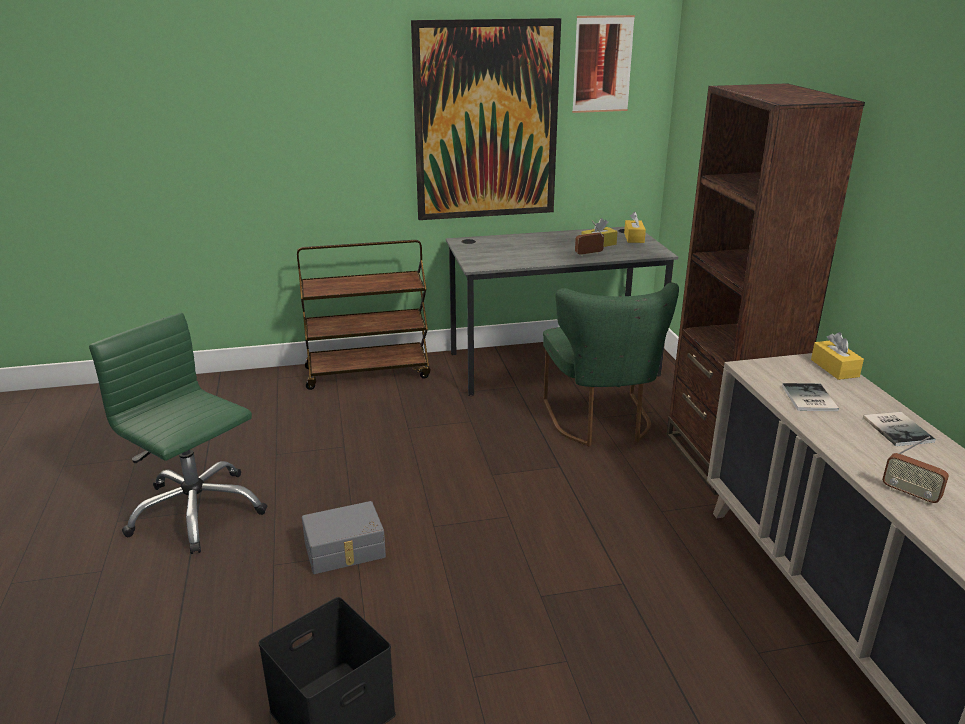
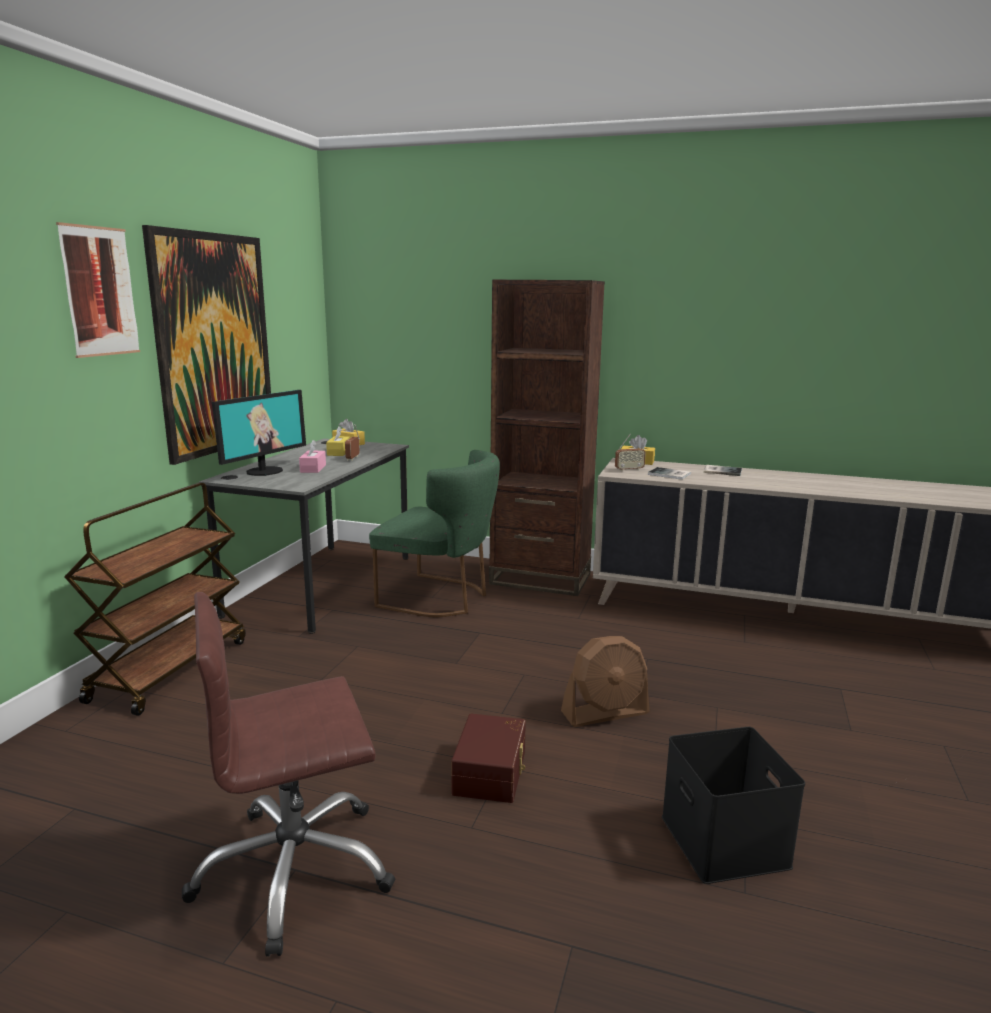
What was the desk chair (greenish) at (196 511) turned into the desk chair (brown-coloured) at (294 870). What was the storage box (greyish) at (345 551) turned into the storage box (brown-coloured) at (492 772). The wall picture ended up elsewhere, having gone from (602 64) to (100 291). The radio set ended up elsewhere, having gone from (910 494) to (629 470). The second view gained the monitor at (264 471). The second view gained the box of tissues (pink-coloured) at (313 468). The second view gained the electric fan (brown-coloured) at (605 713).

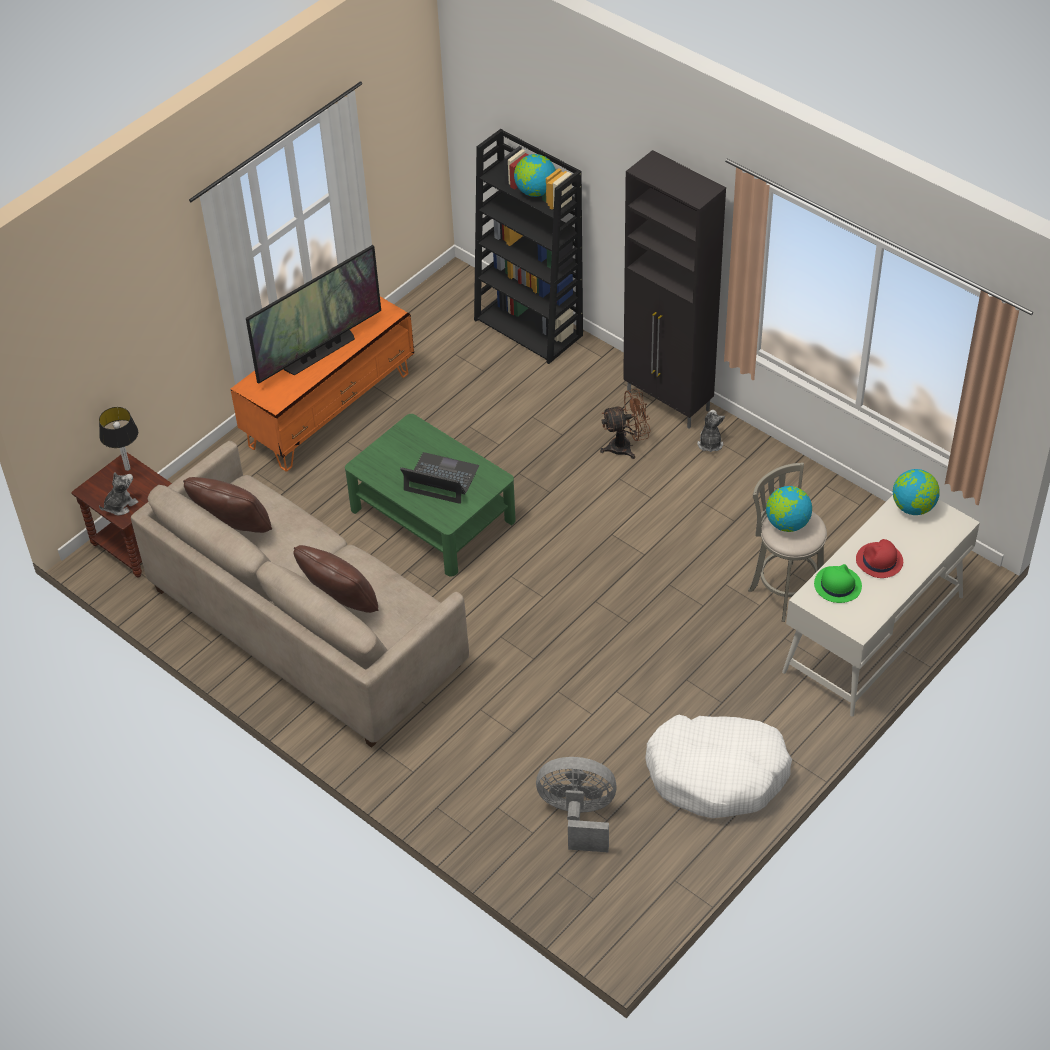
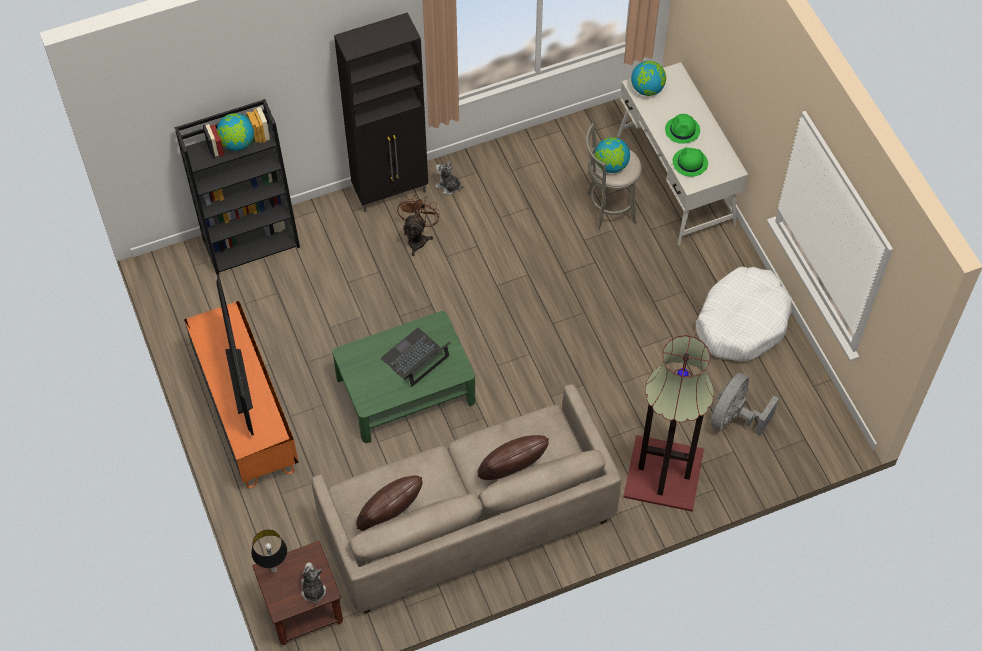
What was the clothing hat (reddish) at (879 561) turned into the clothing hat (greenish) at (682 130). The second view gained the standing lamp at (665 473).

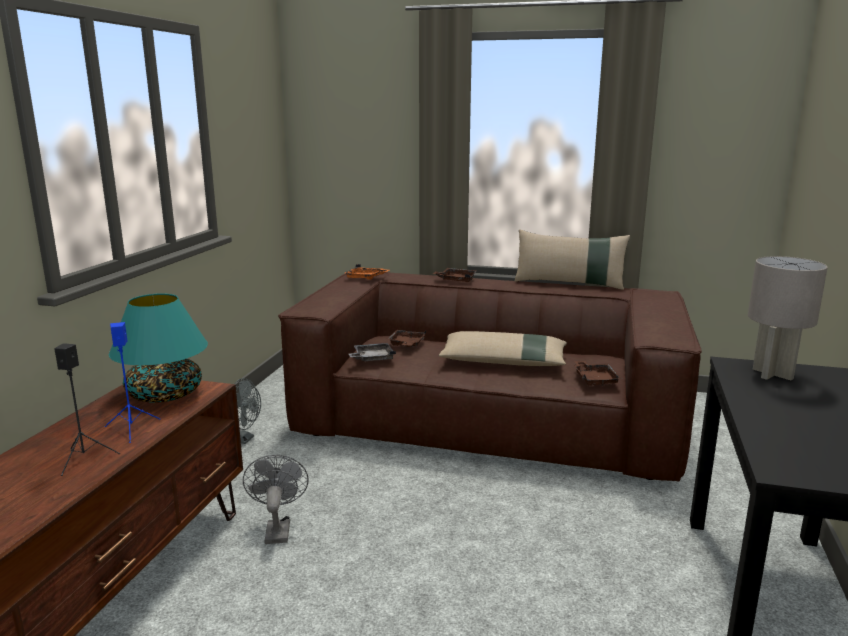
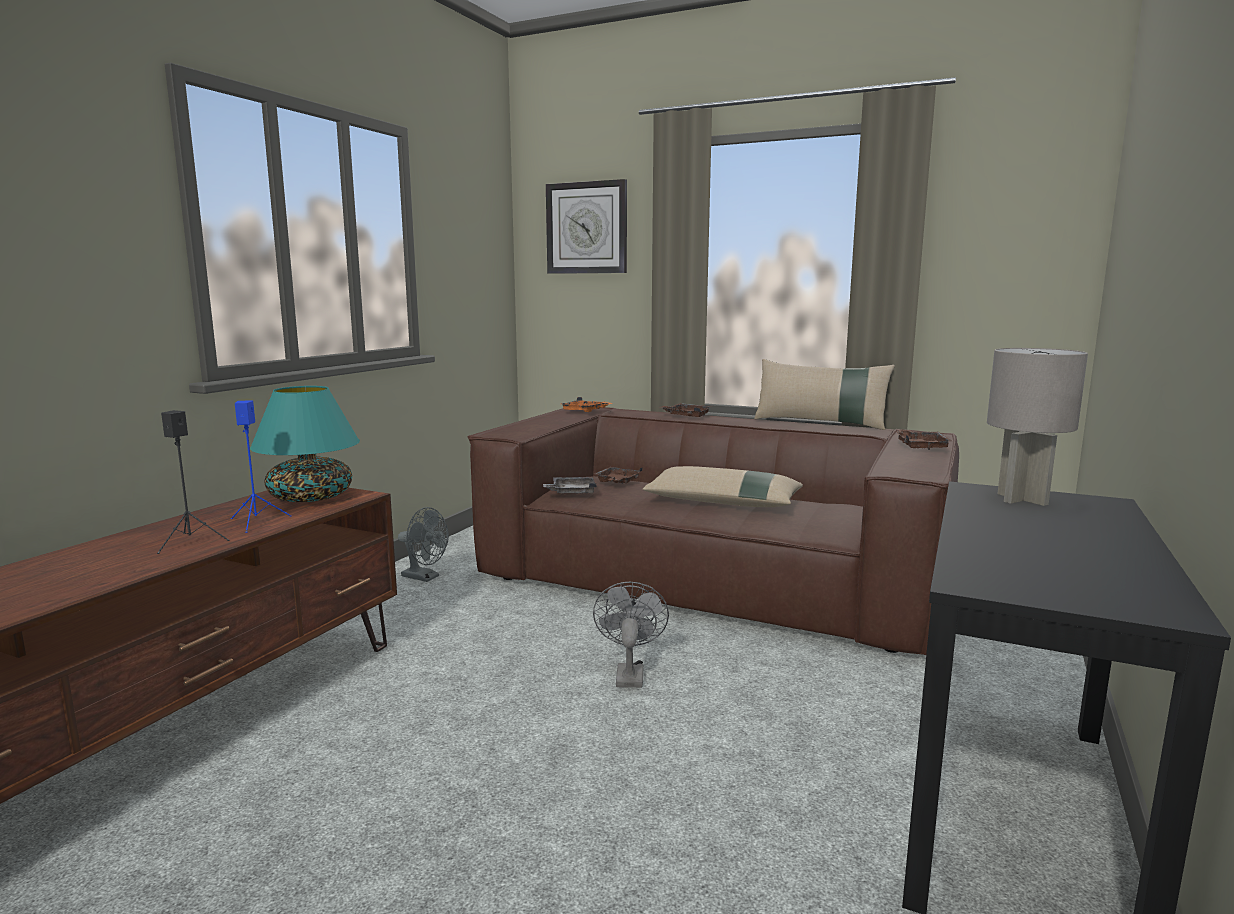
The electric fan (greyish) ended up elsewhere, having gone from (277 529) to (629 673). The tray (brown-coloured) ended up elsewhere, having gone from (595 379) to (921 446). The second view gained the wall clock at (587 228).

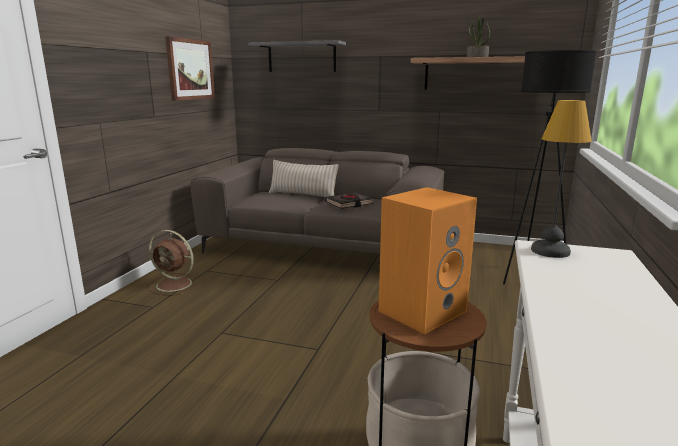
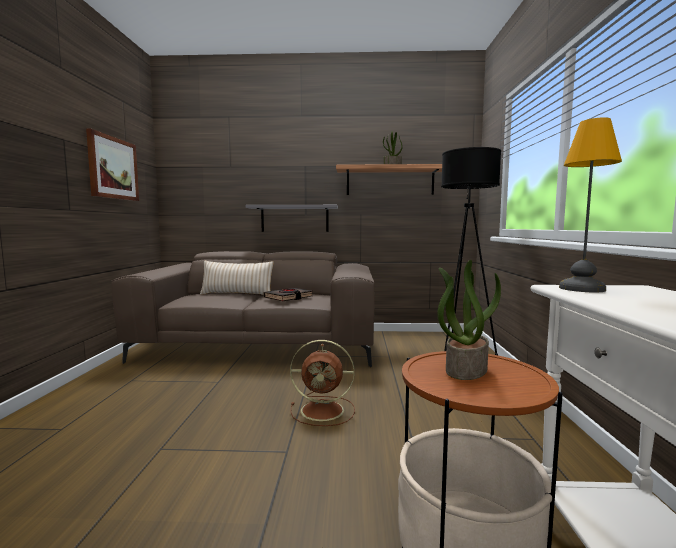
The electric fan (brown-coloured) ended up elsewhere, having gone from (175 285) to (324 410). The wall shelf (greyish) ended up elsewhere, having gone from (301 57) to (294 218). Where the speaker (orange-coloured) stood at (422 310), the houseplant came to stand at (465 369).

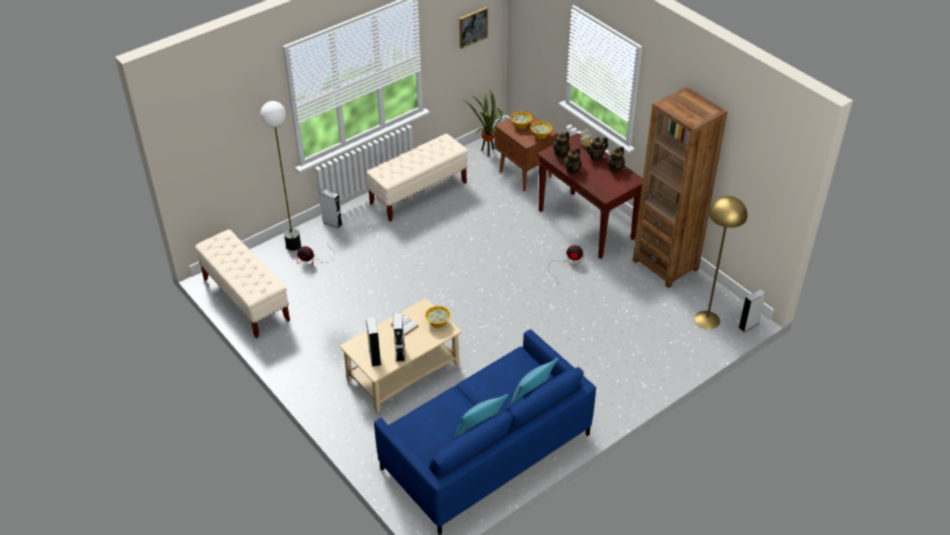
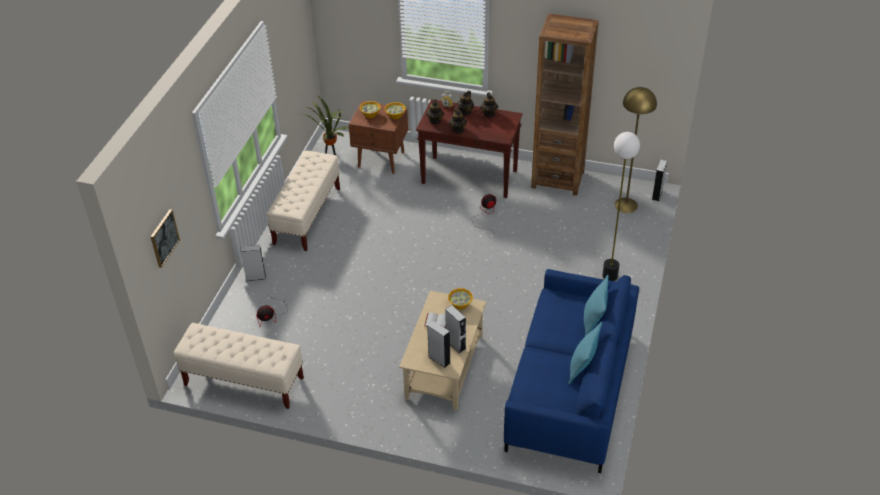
The standing lamp ended up elsewhere, having gone from (293 245) to (610 276). The wall picture ended up elsewhere, having gone from (473 27) to (164 238).

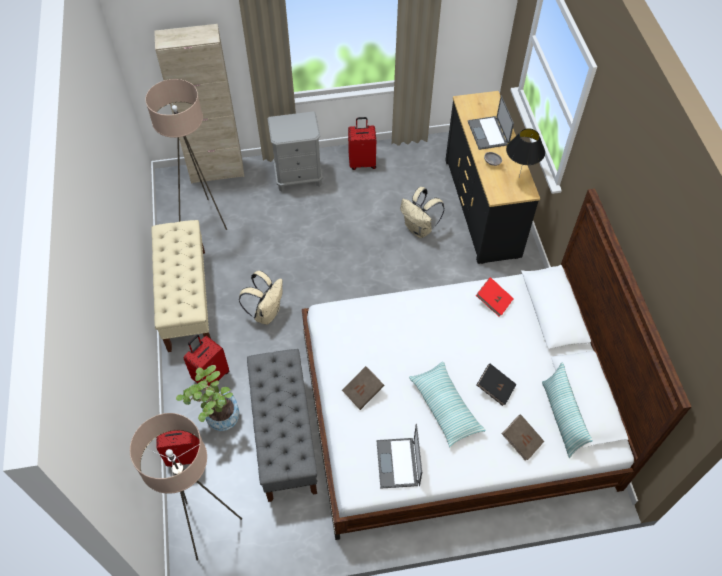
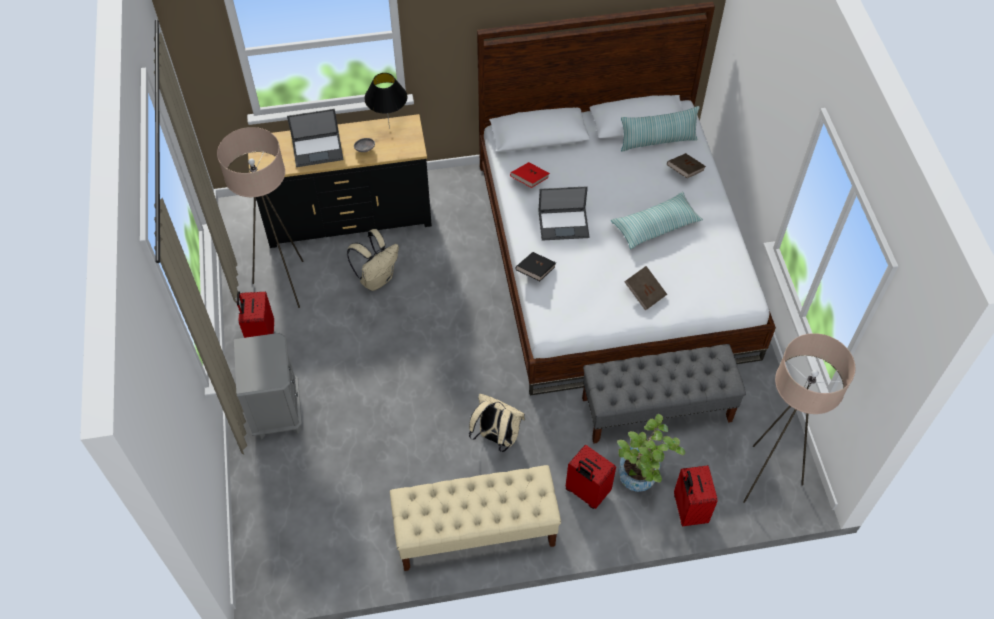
The standing lamp (sand-coloured) ended up elsewhere, having gone from (204 220) to (285 284). The second view lost the cabinet (sand-coloured) at (217 171). The laptop ended up elsewhere, having gone from (398 463) to (564 224). The bound book (black-coloured) ended up elsewhere, having gone from (495 388) to (535 271).

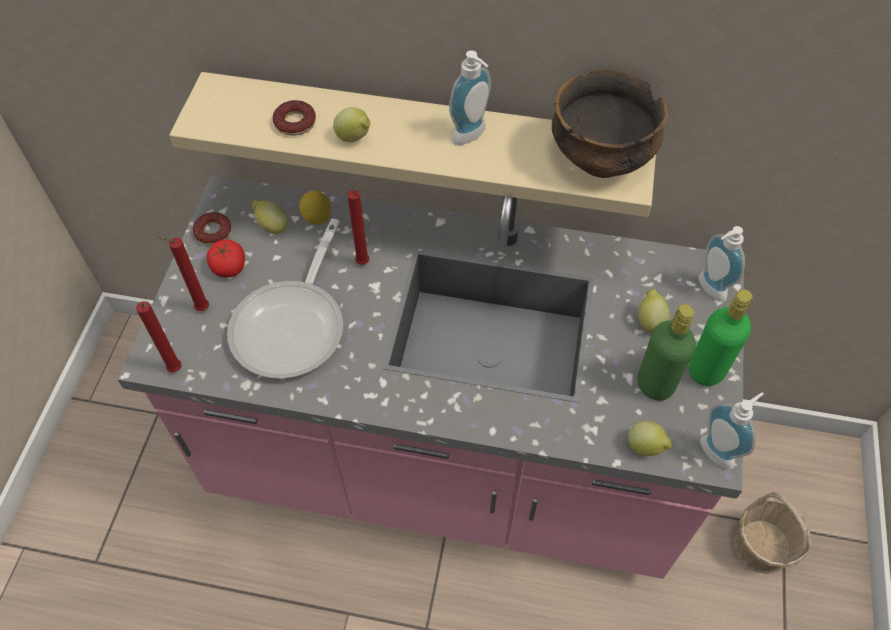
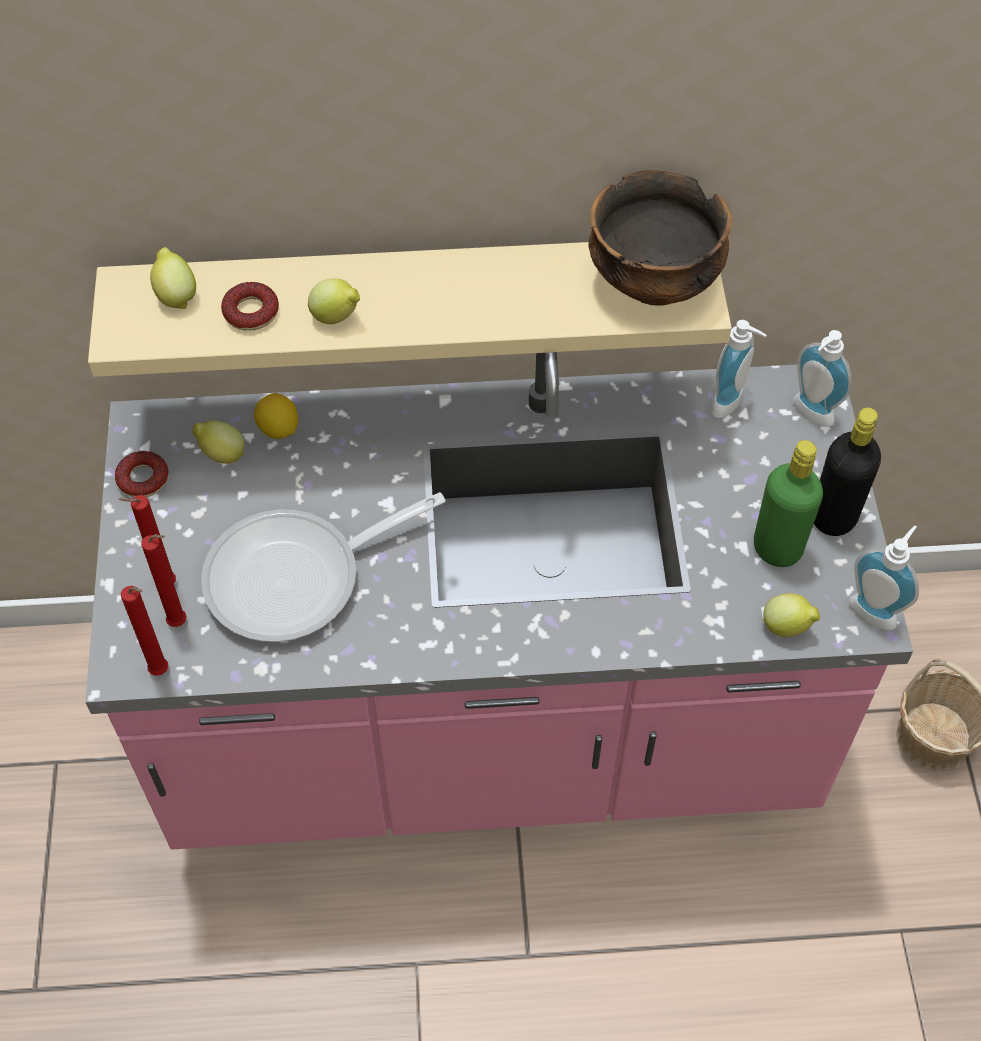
The second view lost the tomato at (229 267). The frying pan at (293 325) ended up facing another way, 60 degrees clockwise from before. The candle (reddish) ended up elsewhere, having gone from (364 263) to (181 623). The liquid soap bottle ended up elsewhere, having gone from (472 136) to (732 404). The whole lemon ended up elsewhere, having gone from (650 321) to (176 295). What was the drink bottle (greenish) at (706 371) turned into the drink bottle (black-coloured) at (833 517).

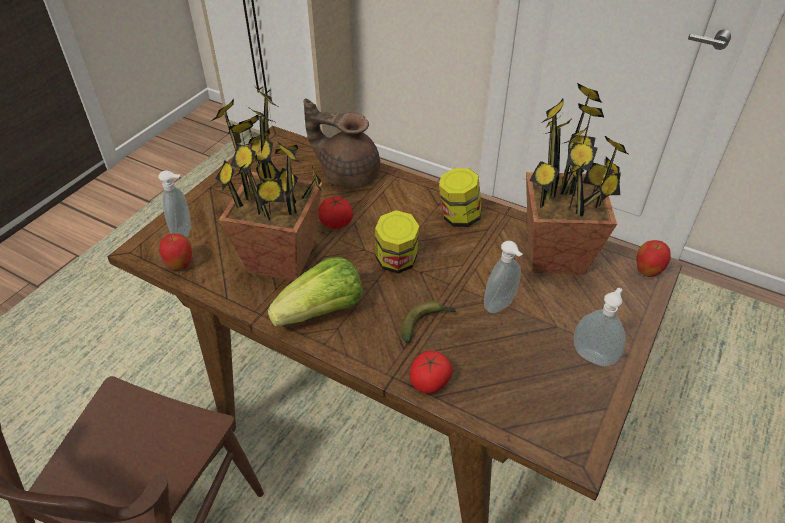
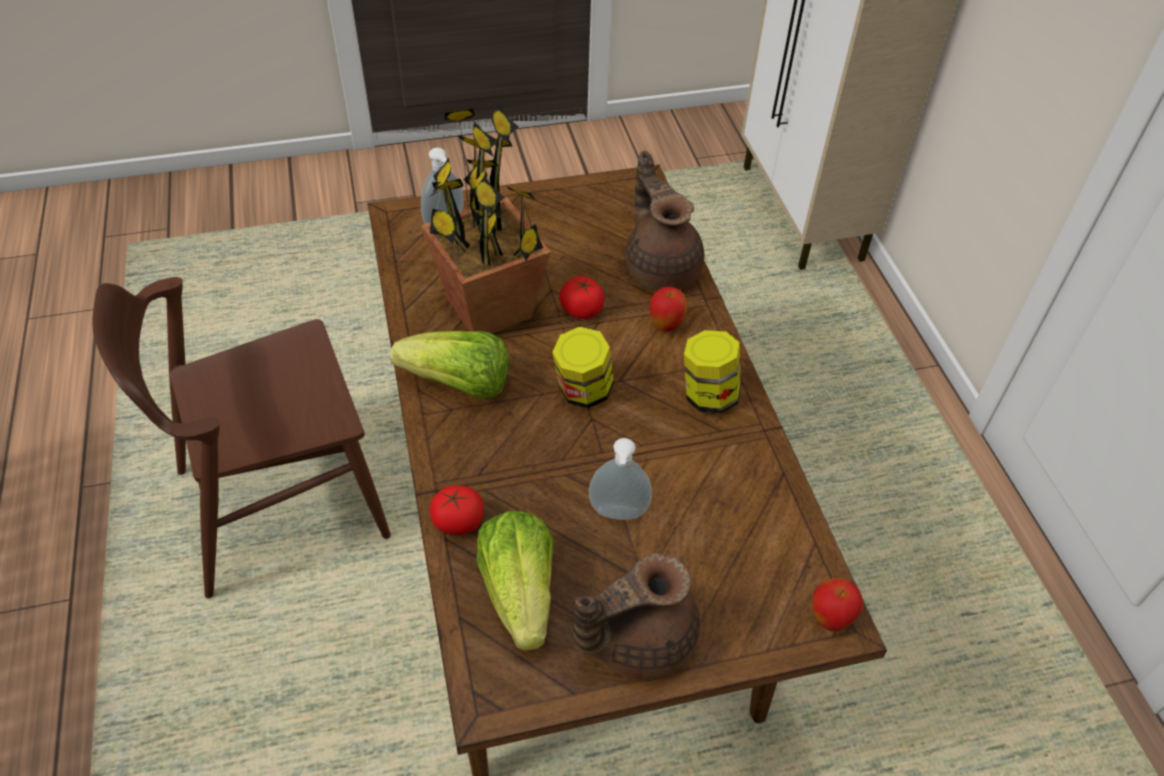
The apple ended up elsewhere, having gone from (180 265) to (666 326). The second view lost the banana fruit at (426 323). The second view lost the houseplant at (556 255). Where the liquid soap bottle stood at (594 356), the teapot (brown-coloured) came to stand at (636 640). The second view gained the head of lettuce at (519 591).

